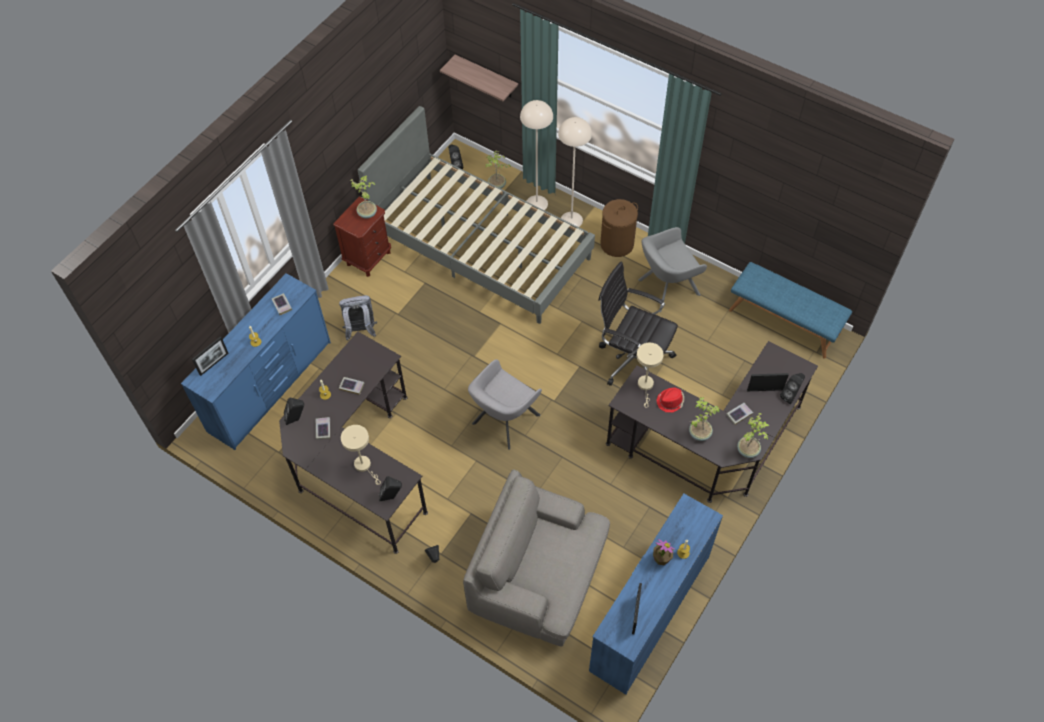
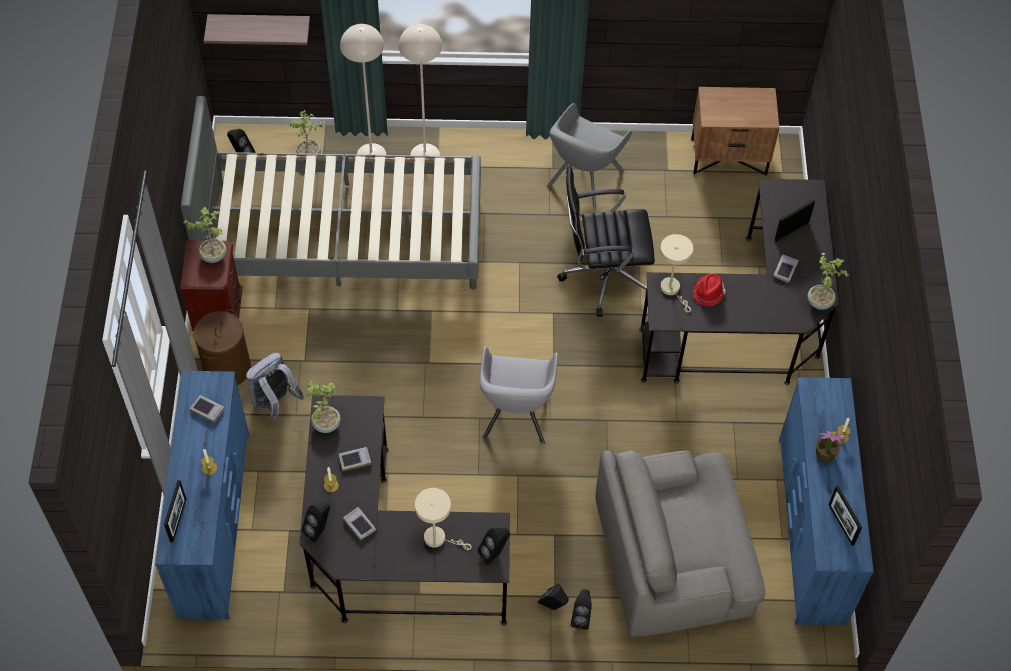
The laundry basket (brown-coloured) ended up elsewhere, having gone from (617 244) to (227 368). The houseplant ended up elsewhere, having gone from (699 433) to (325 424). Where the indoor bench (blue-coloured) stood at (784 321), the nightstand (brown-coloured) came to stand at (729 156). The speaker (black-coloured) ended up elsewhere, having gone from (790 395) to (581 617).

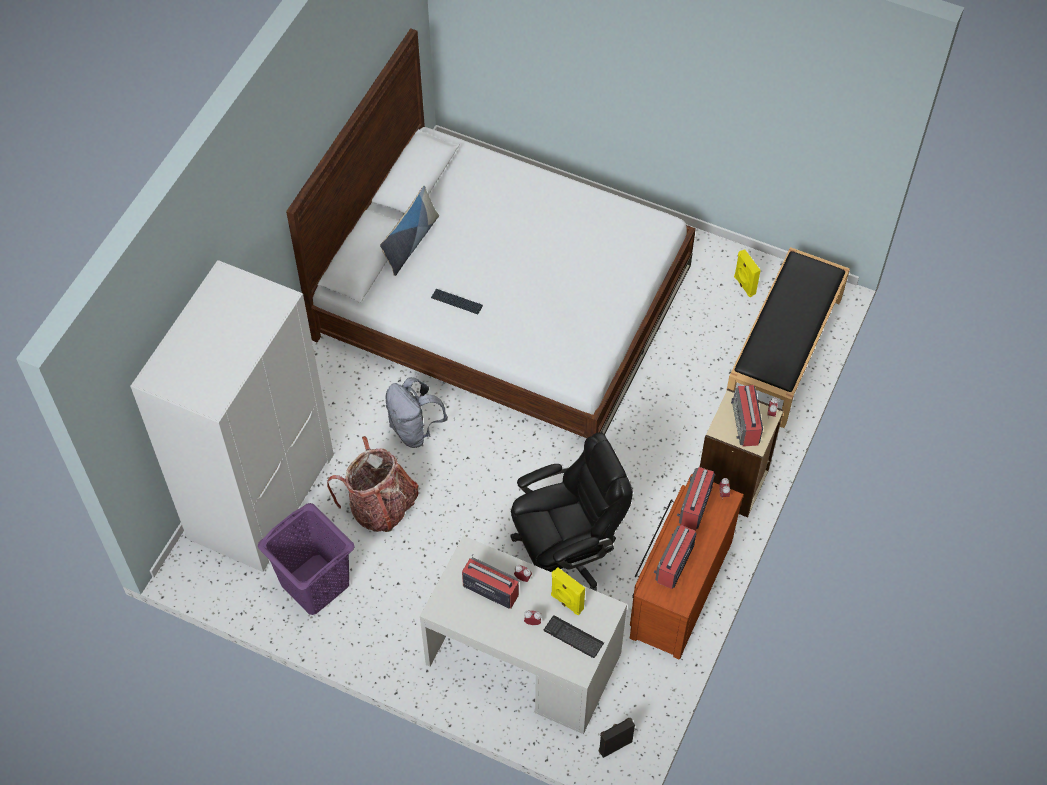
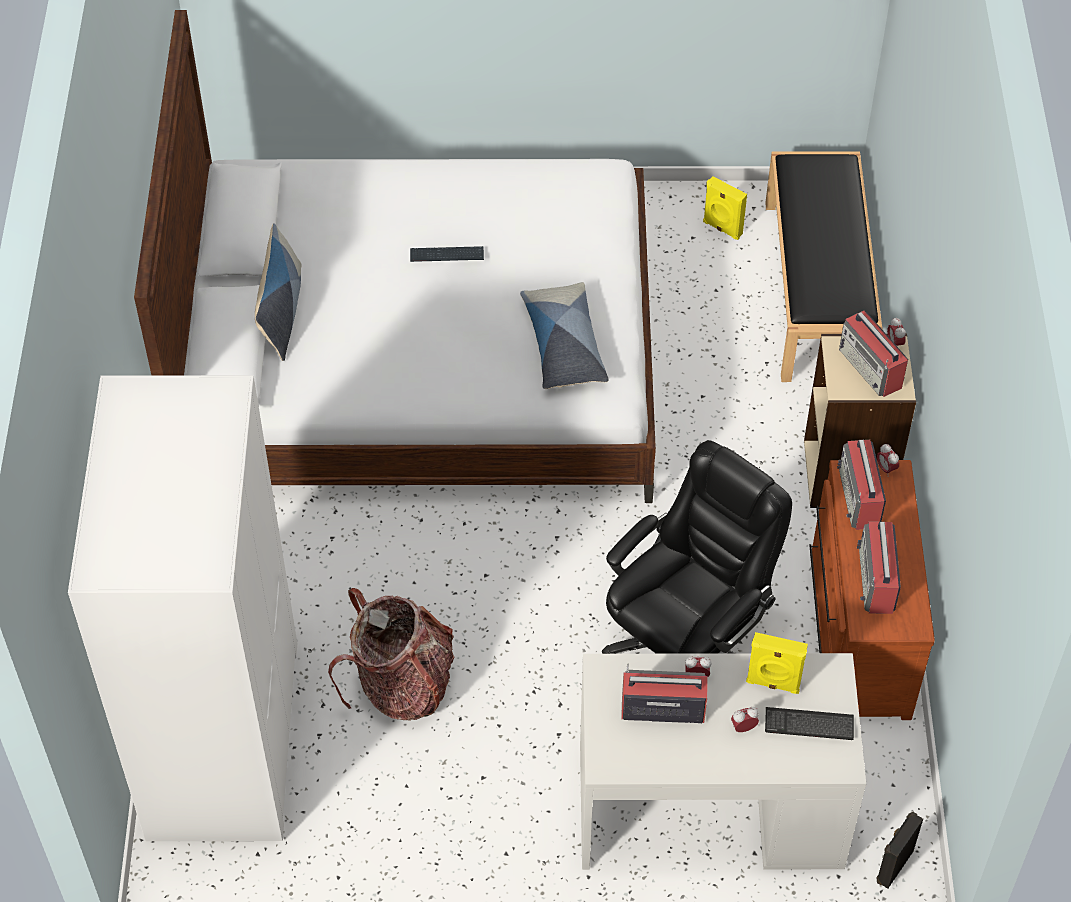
The second view lost the laundry basket (purple-coloured) at (315 583). The second view lost the backpack (greyish) at (414 429). The keyboard ended up elsewhere, having gone from (456 302) to (447 255). The second view gained the throw pillow at (563 345).

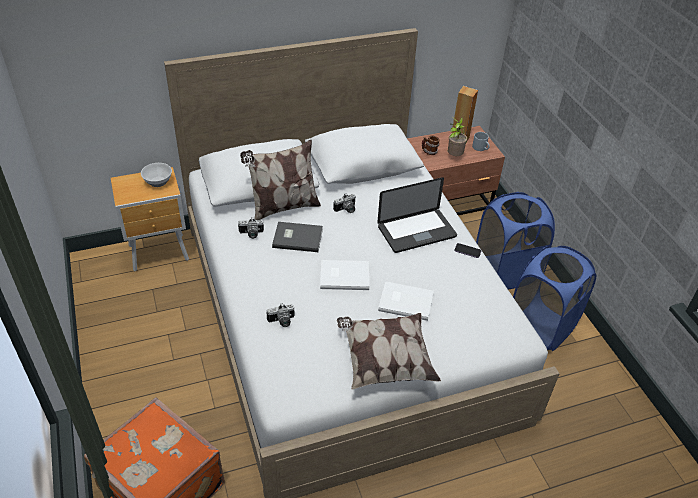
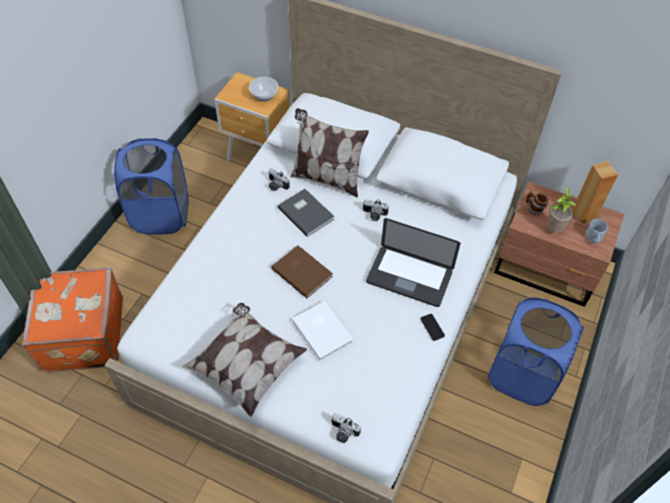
The still camera ended up elsewhere, having gone from (282 322) to (343 433). What was the bound book (white-coloured) at (343 275) turned into the bound book (brown-coloured) at (302 271). The laundry basket (blue-coloured) ended up elsewhere, having gone from (540 328) to (161 215).

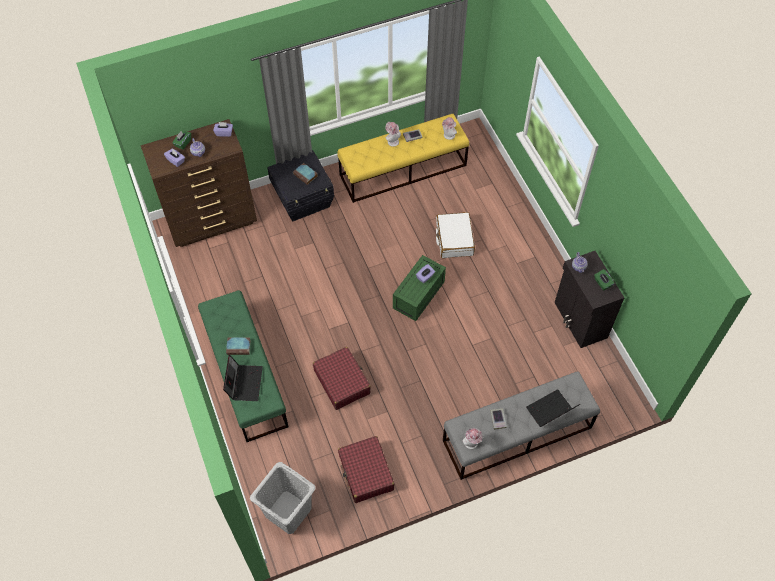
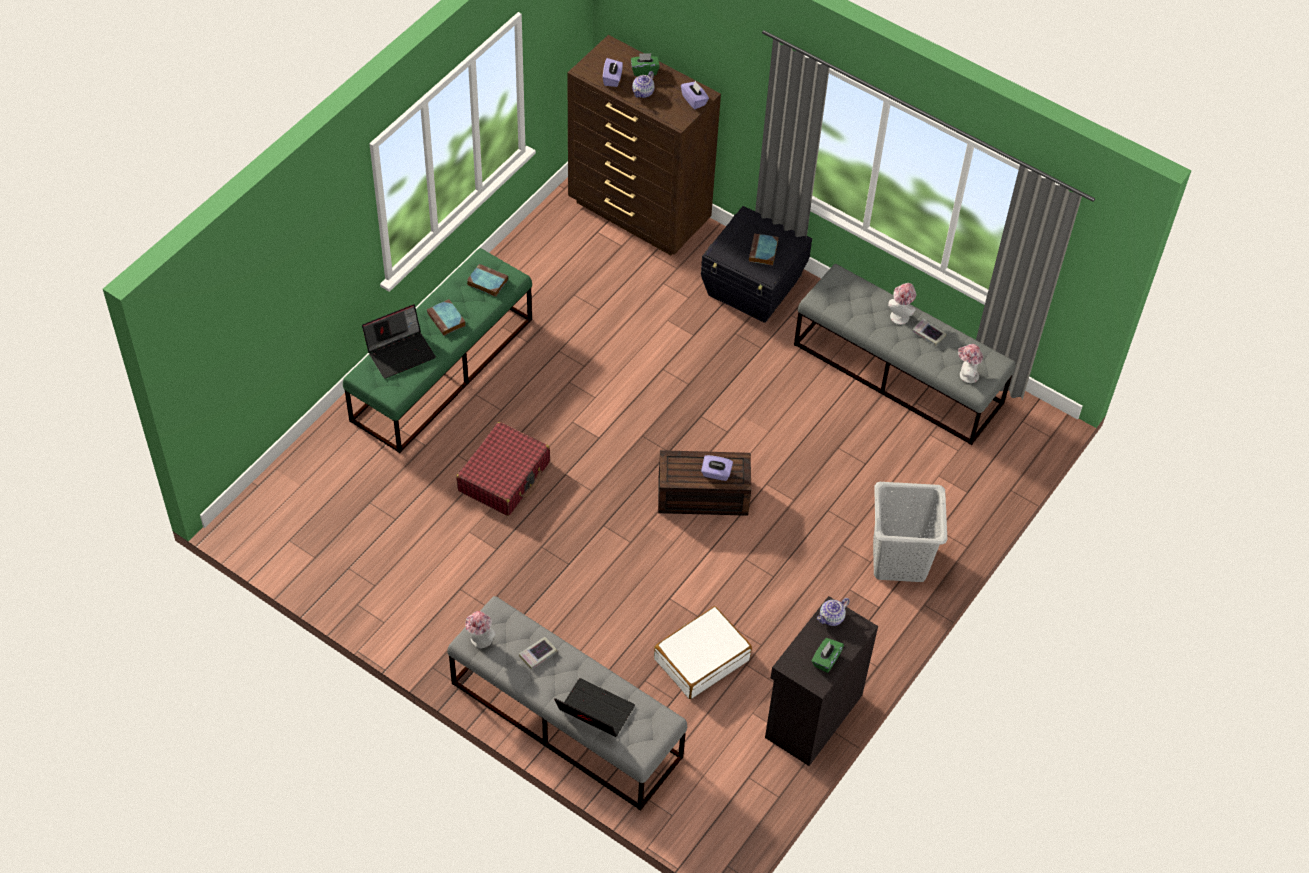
The laundry basket (greyish) ended up elsewhere, having gone from (288 511) to (899 560). What was the indoor bench (yellow) at (403 170) turned into the indoor bench (greyish) at (898 374). The second view lost the piece of luggage (reddish) at (366 473). What was the storage box (greenish) at (419 296) turned into the storage box (brown-coloured) at (701 497). The piece of luggage (white-coloured) ended up elsewhere, having gone from (454 239) to (701 659). The second view gained the bound book at (486 282).

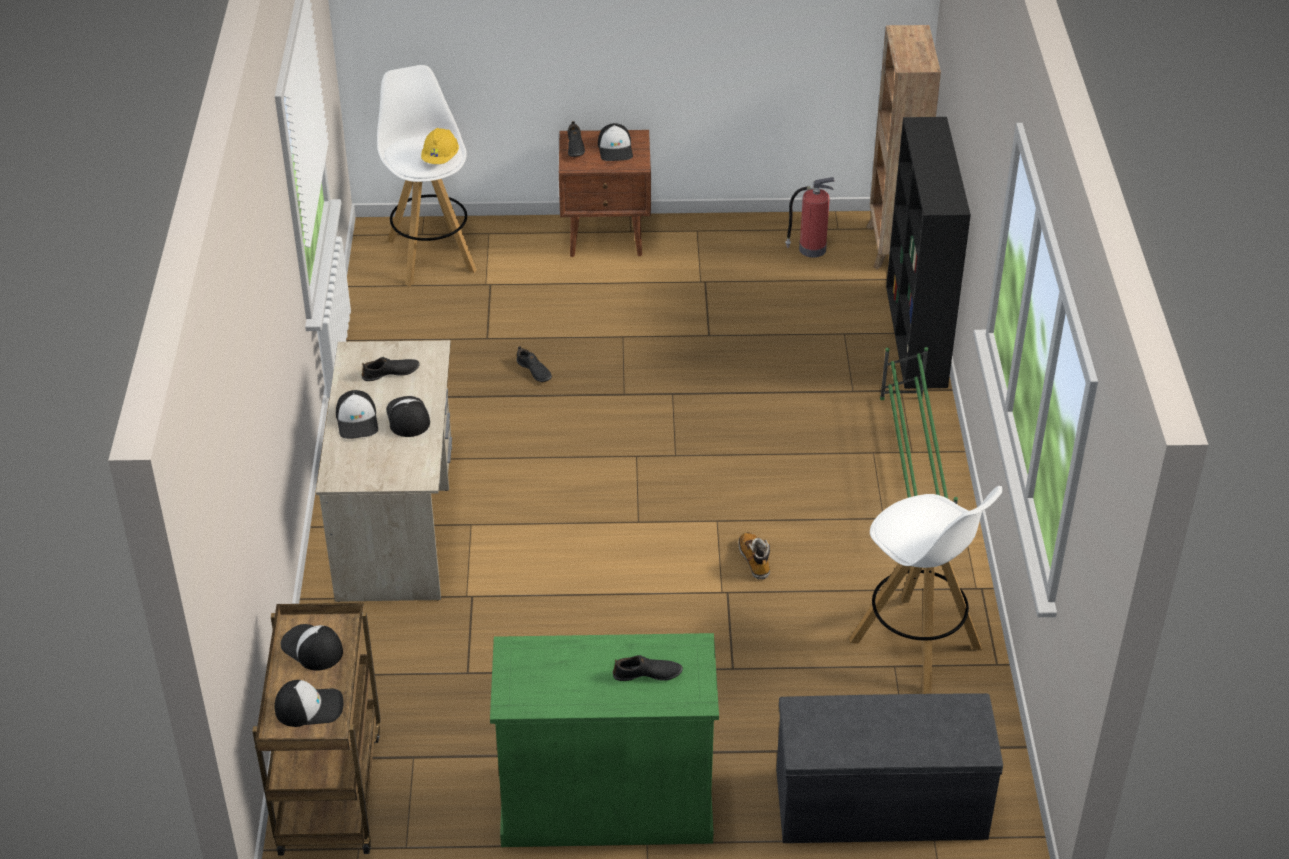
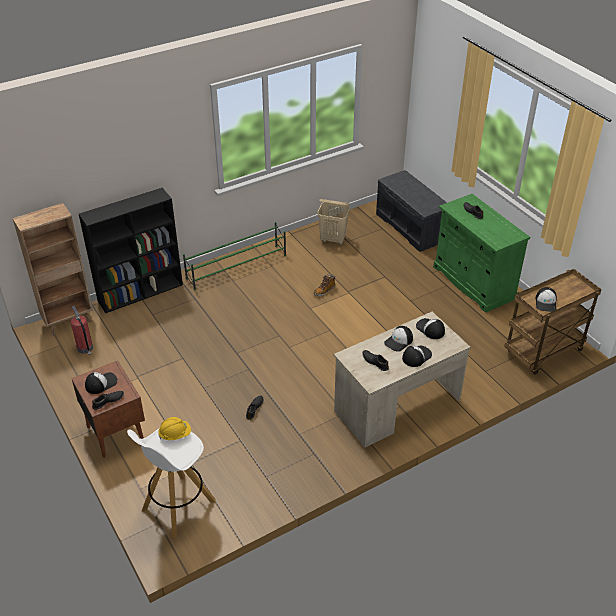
The baseball cap ended up elsewhere, having gone from (309 707) to (430 329). Where the stool (white-coloured) stood at (916 645), the laundry basket (sand-coloured) came to stand at (333 239).

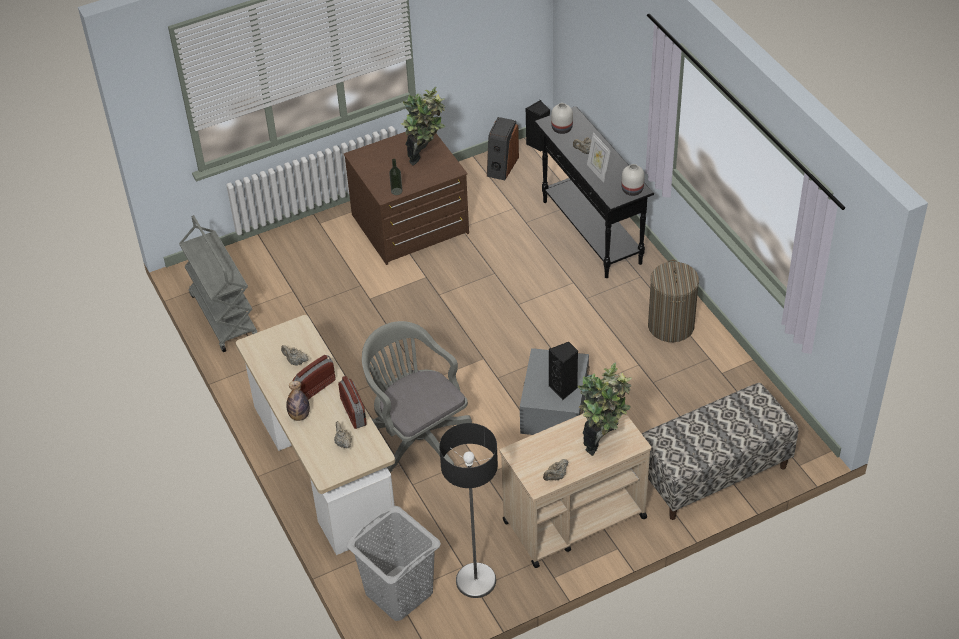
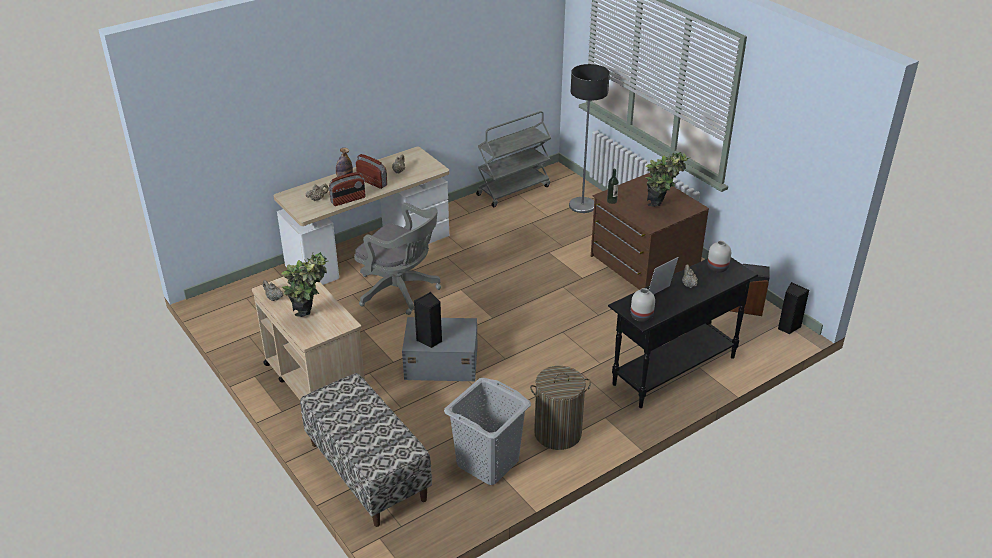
The laundry basket (greyish) ended up elsewhere, having gone from (399 593) to (487 463). The desk chair (greyish) at (417 437) ended up facing another way, 75 degrees clockwise from before. The standing lamp ended up elsewhere, having gone from (475 581) to (582 205).

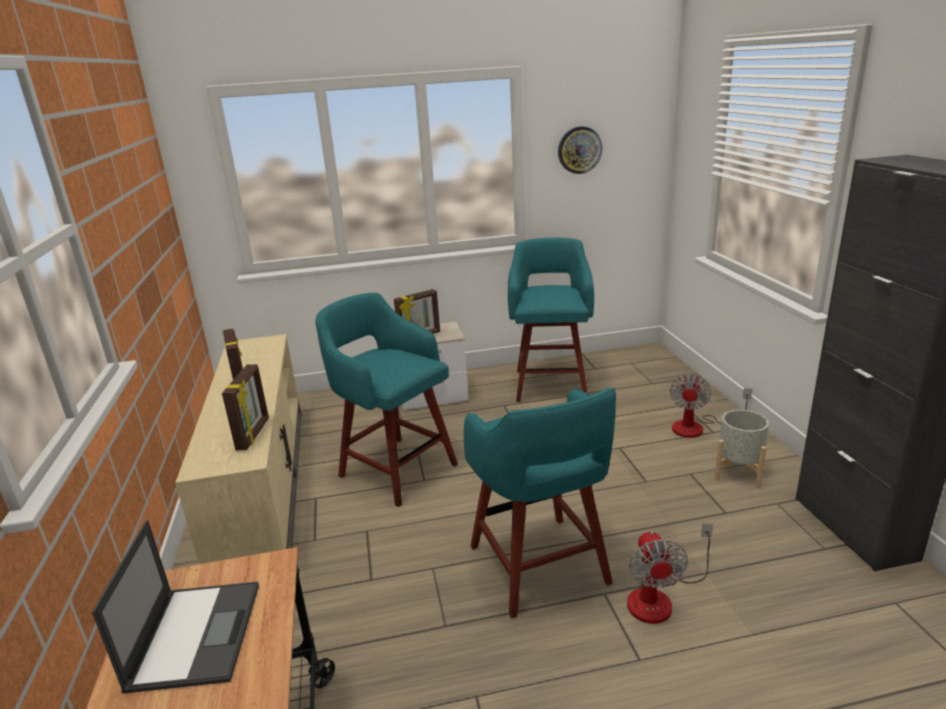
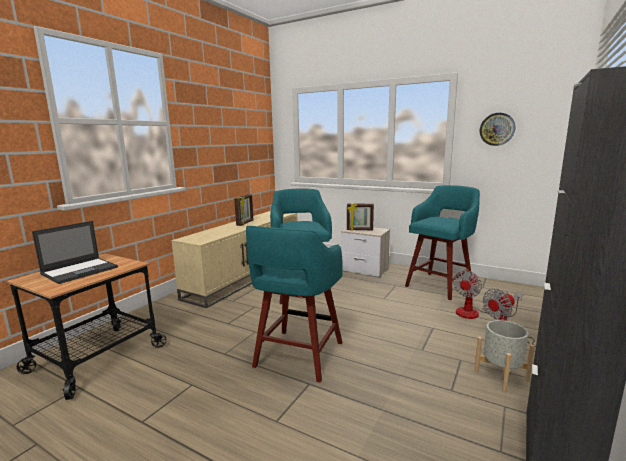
The second view lost the picture frame at (254 434). The electric fan ended up elsewhere, having gone from (660 597) to (475 313).

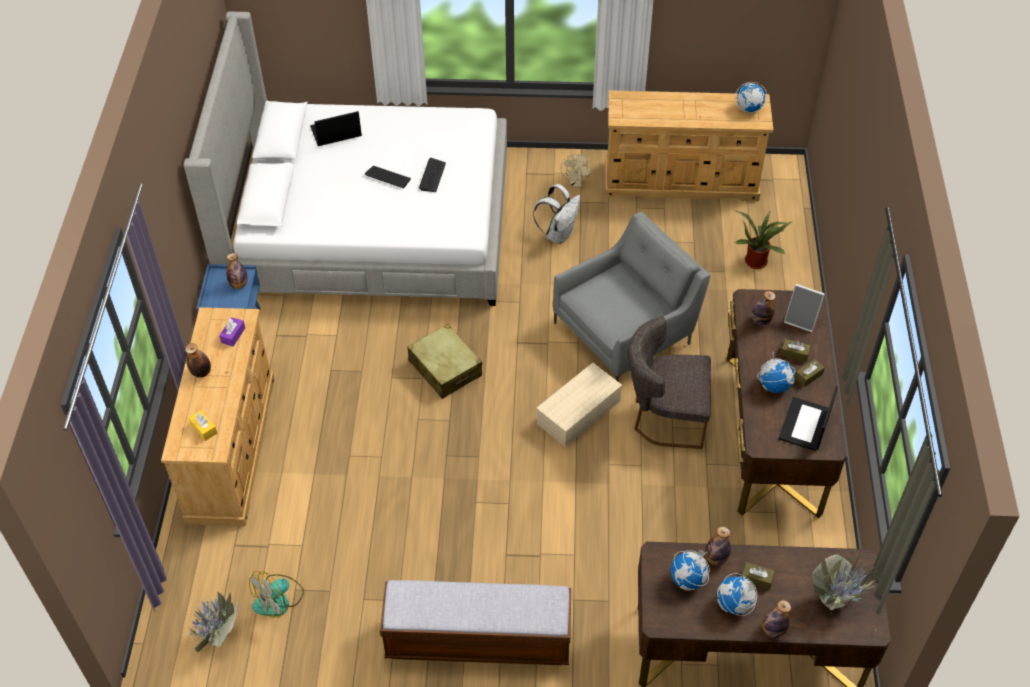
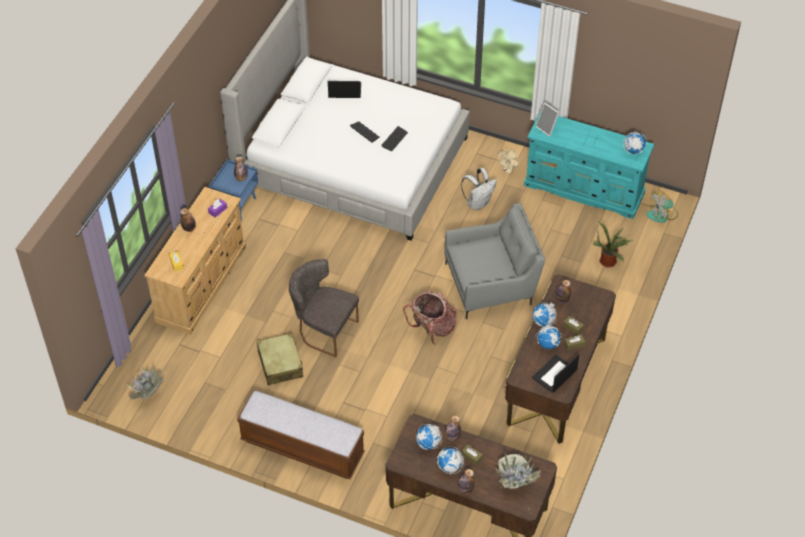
The electric fan ended up elsewhere, having gone from (278 600) to (662 215). The piece of luggage (sand-coloured) ended up elsewhere, having gone from (445 368) to (280 364). Where the storage box (sand-coloured) stood at (578 413), the backpack came to stand at (432 328). What was the drawer chest (sand-coloured) at (681 181) turned into the drawer chest (turquoise) at (584 189). The chair (greyish) ended up elsewhere, having gone from (665 417) to (324 330). The picture frame ended up elsewhere, having gone from (801 320) to (547 128). The second view gained the world globe at (543 322).

